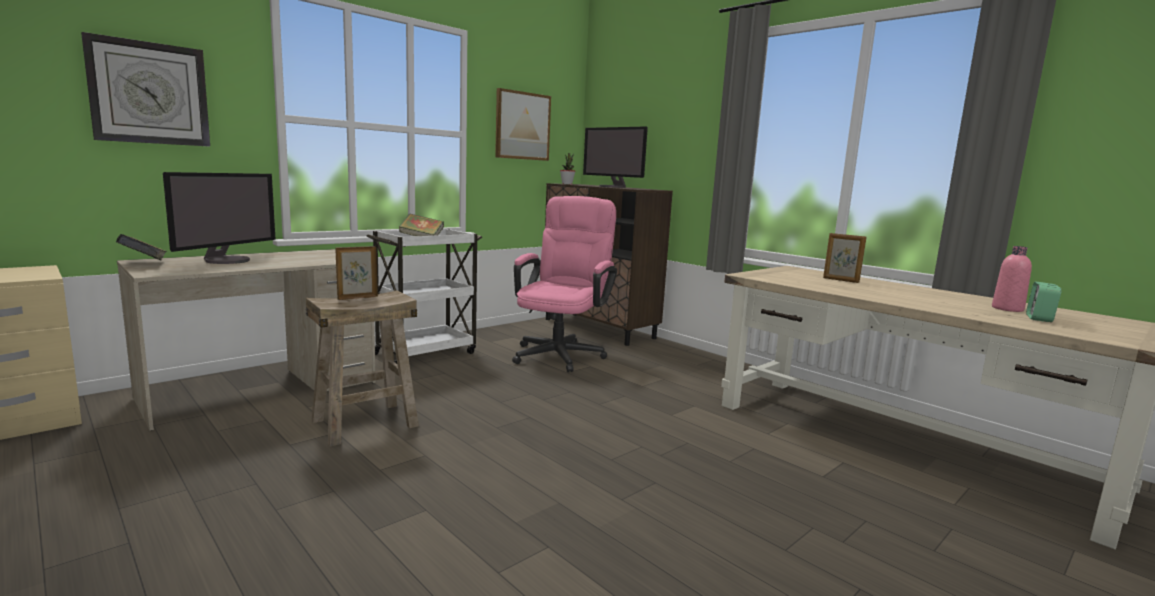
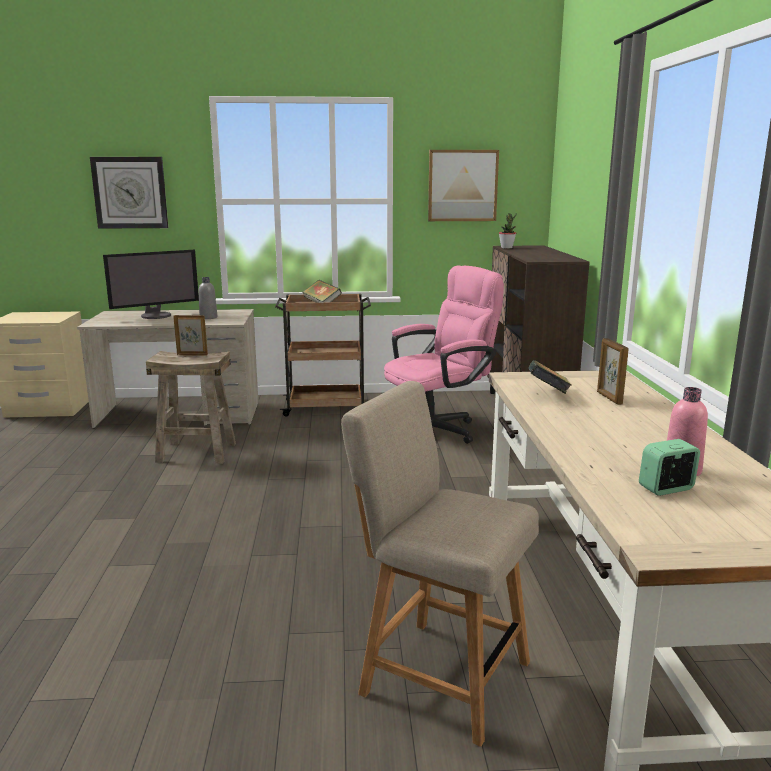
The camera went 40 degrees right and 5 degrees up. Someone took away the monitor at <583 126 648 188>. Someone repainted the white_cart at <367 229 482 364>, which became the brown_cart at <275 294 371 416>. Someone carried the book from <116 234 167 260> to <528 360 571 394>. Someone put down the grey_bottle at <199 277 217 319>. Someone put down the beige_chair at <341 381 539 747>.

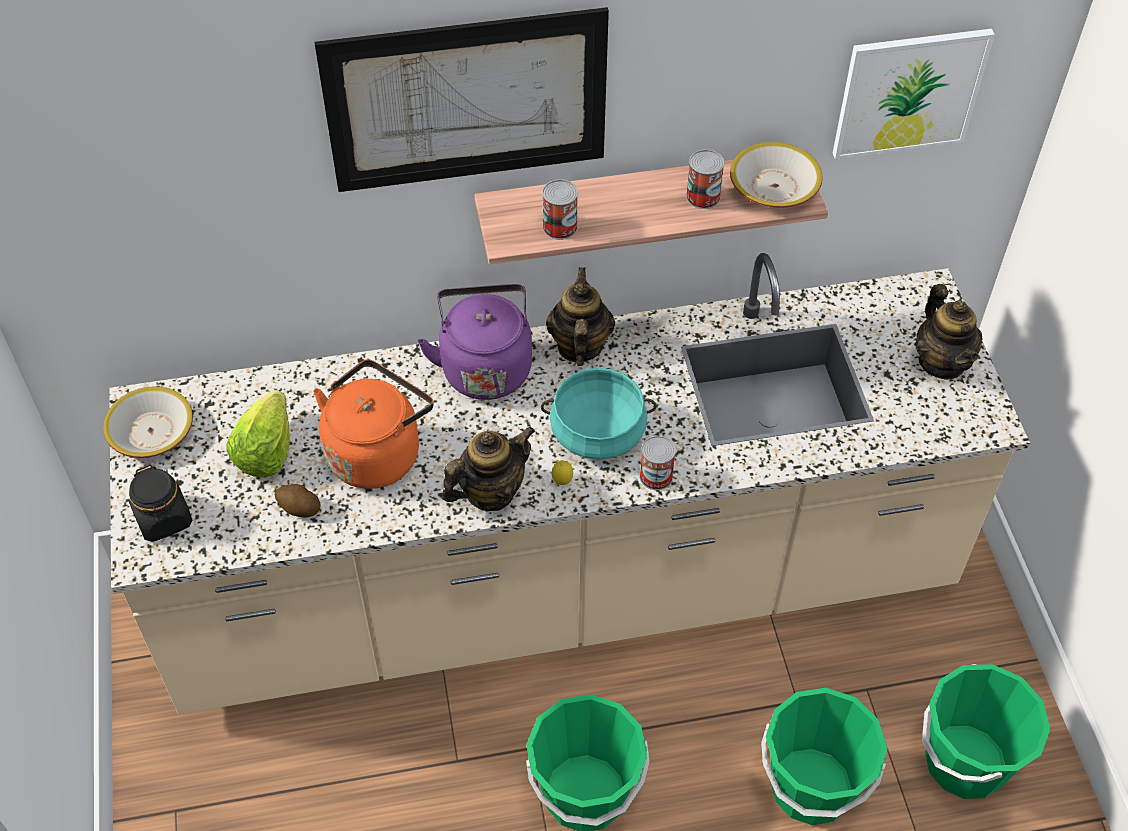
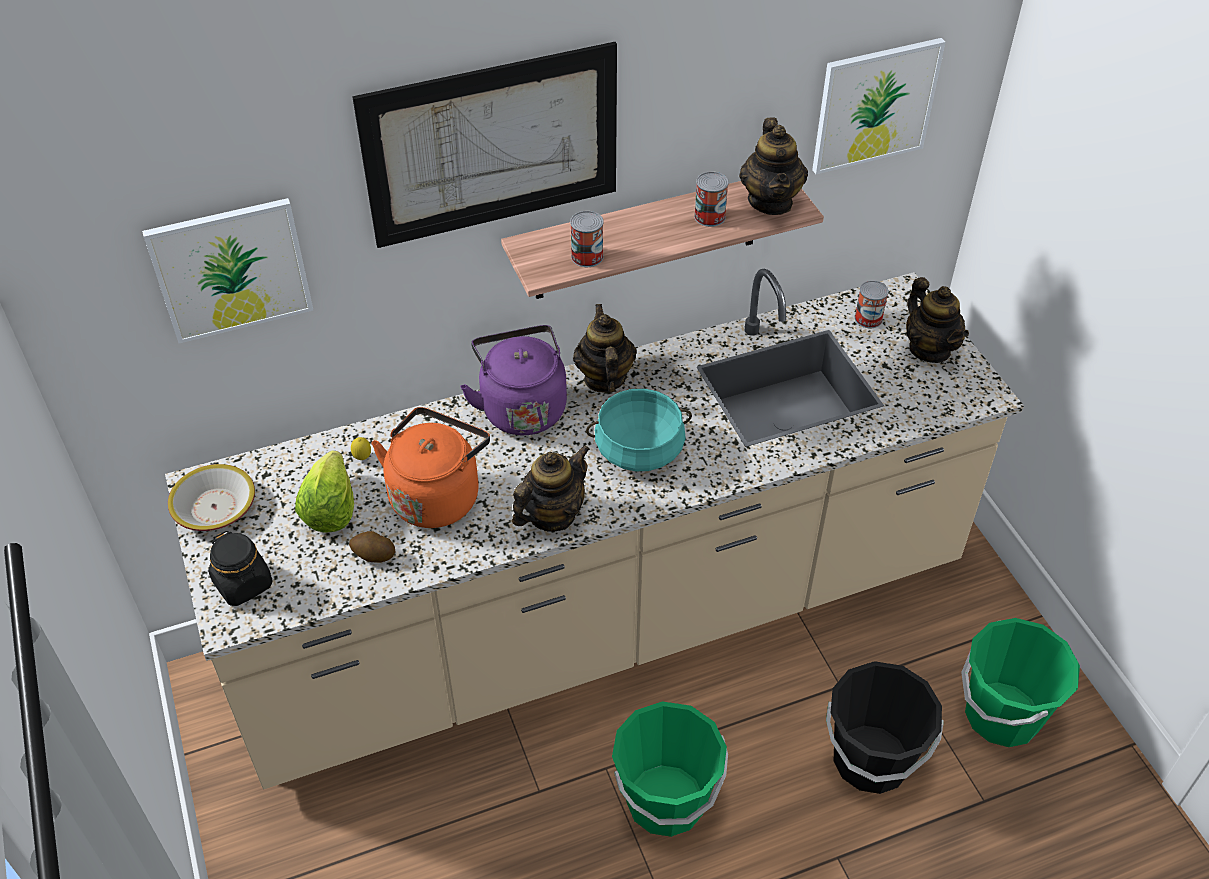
The camera went 10 degrees left and 5 degrees down. Someone swapped the bowl at <730 142 823 208> for the teapot at <739 117 808 215>. Someone carried the can from <639 436 676 490> to <854 280 889 329>. Someone carried the lemon from <552 461 573 485> to <351 437 371 460>. Someone repainted the green_bucket at <761 688 887 825>, which became the black_bucket at <826 661 944 794>. Someone put up the picture at <142 198 313 343>.

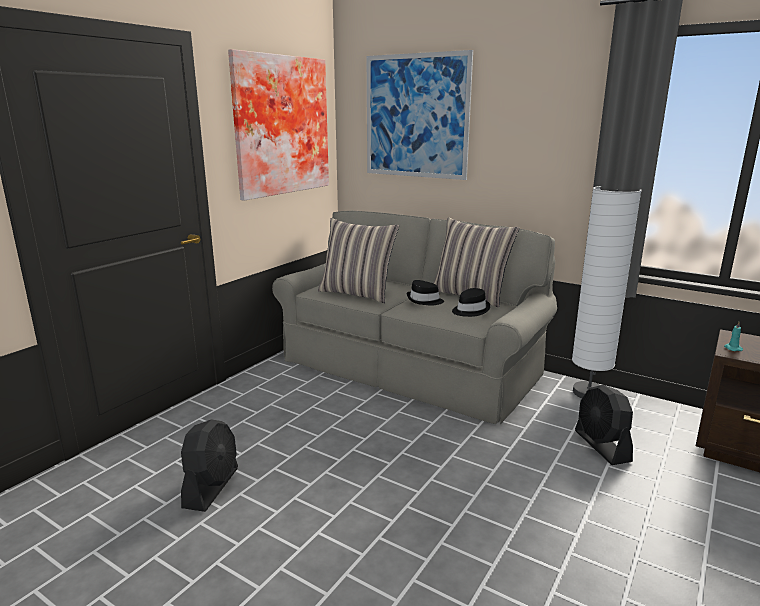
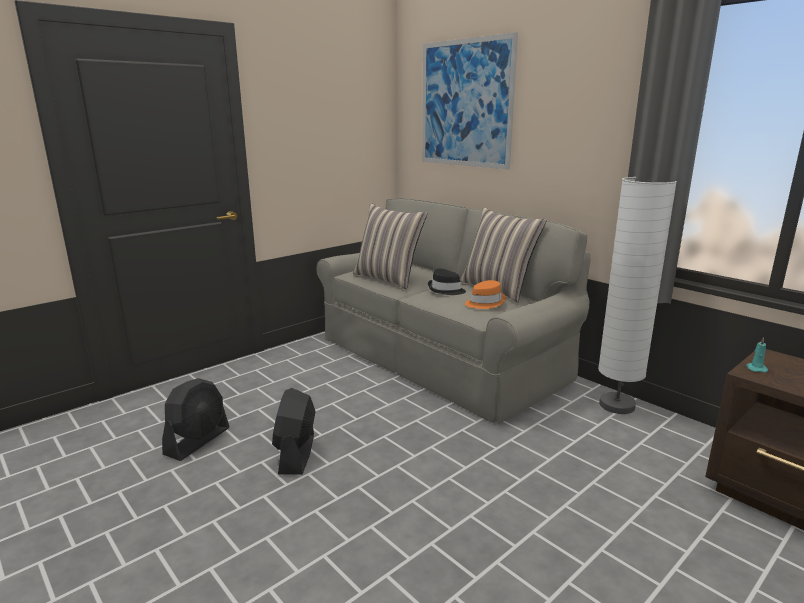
The camera went 15 degrees right and 0 degrees up. Someone took away the picture at <228 49 329 201>. Someone repainted the black_hat at <452 288 490 317>, which became the orange_hat at <465 280 506 309>. Someone carried the black_fan from <575 385 633 465> to <272 388 316 475>.

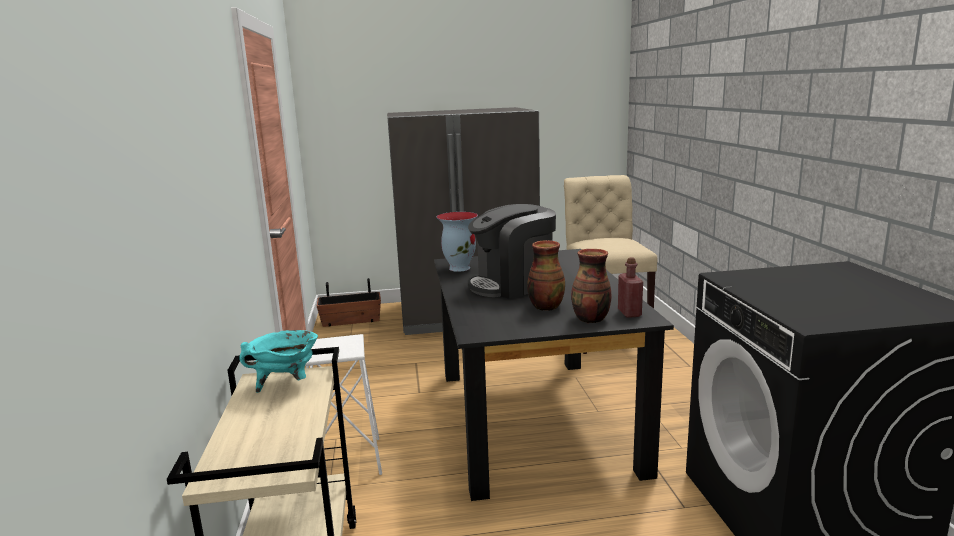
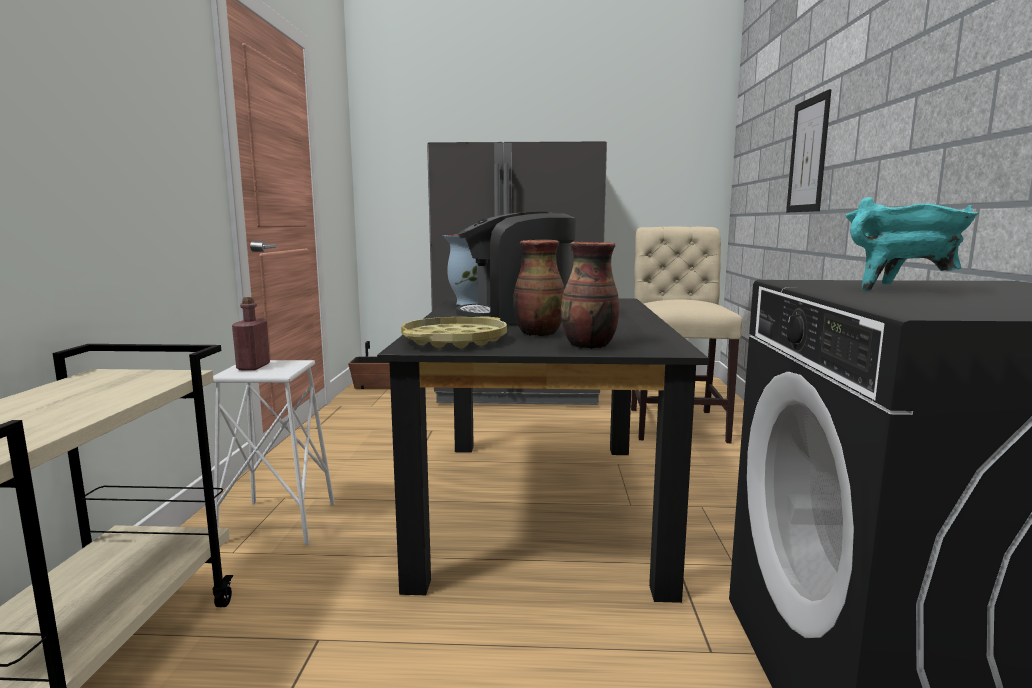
The camera went 10 degrees right and 5 degrees down. Someone carried the red_bottle from <618 257 643 318> to <232 297 270 371>. Someone carried the turquoise_cooking_pot from <240 330 318 393> to <845 197 979 291>. Someone put up the picture at <786 89 832 212>. Someone put down the yellow_tray at <401 316 507 348>.

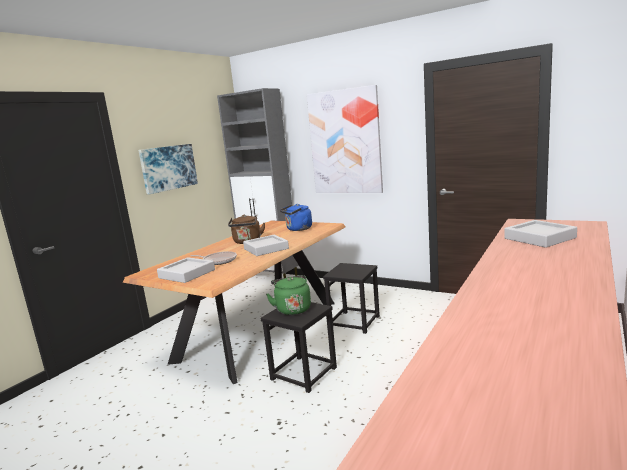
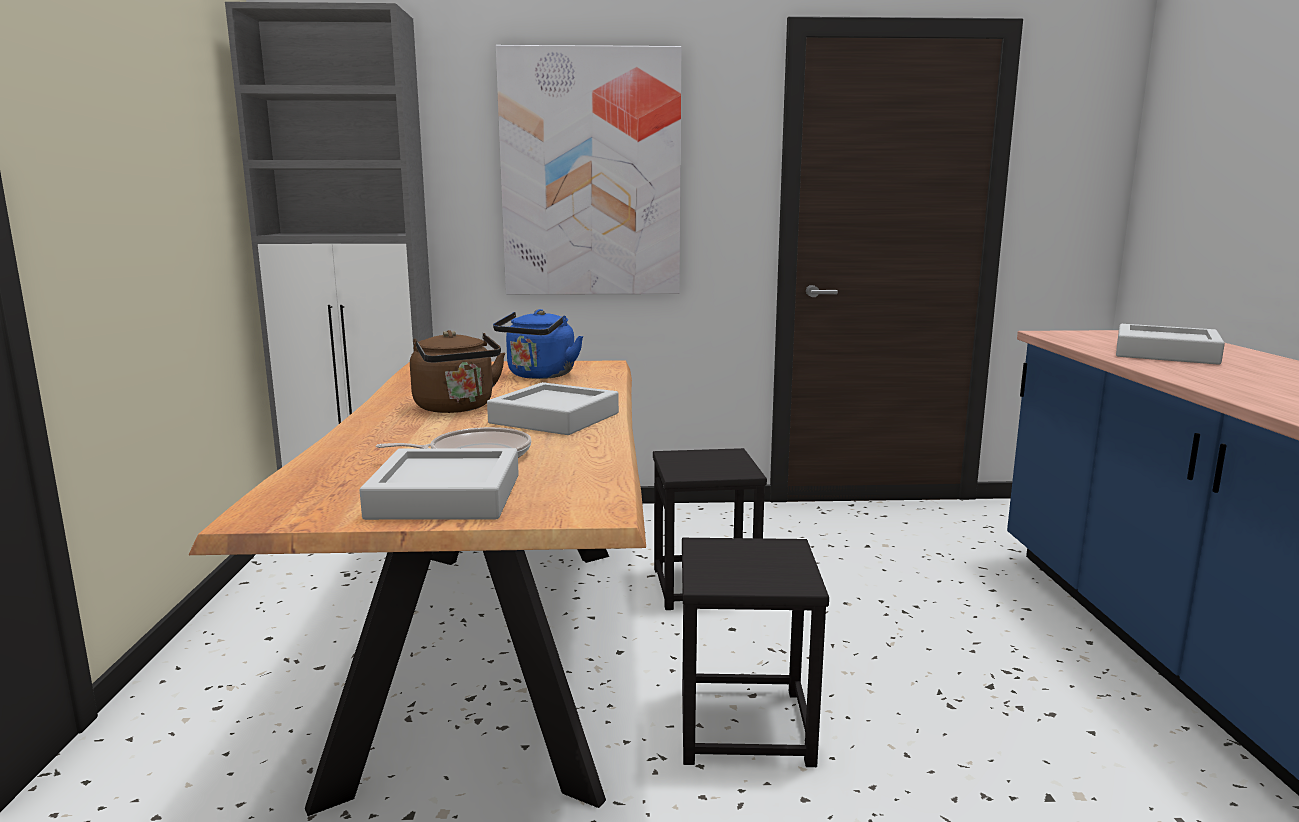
The camera went 35 degrees left and 0 degrees up. Someone took away the picture at <138 144 198 194>. Someone took away the green_kettle at <266 275 311 315>.

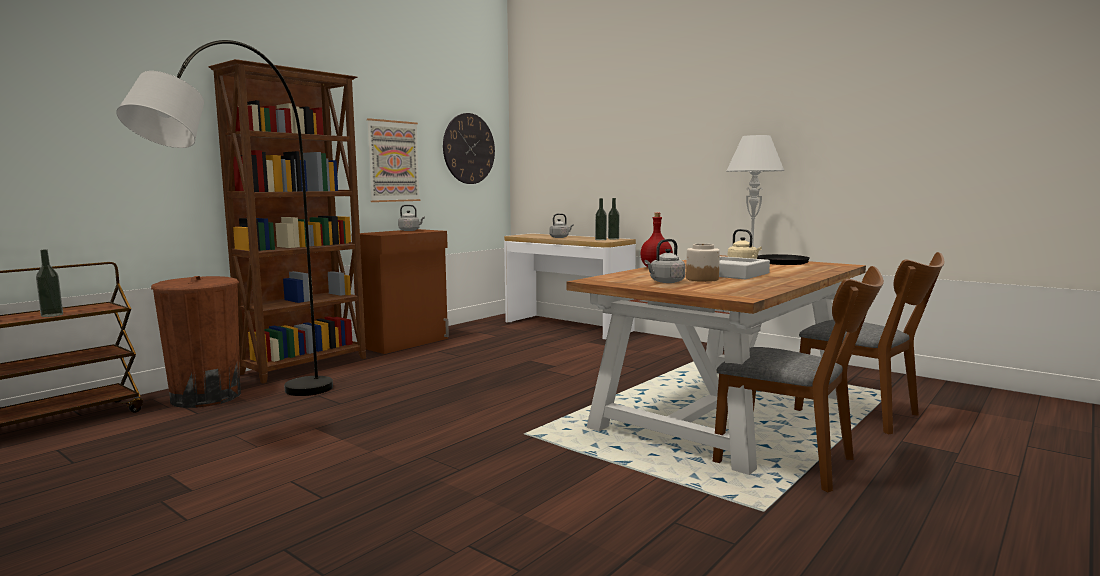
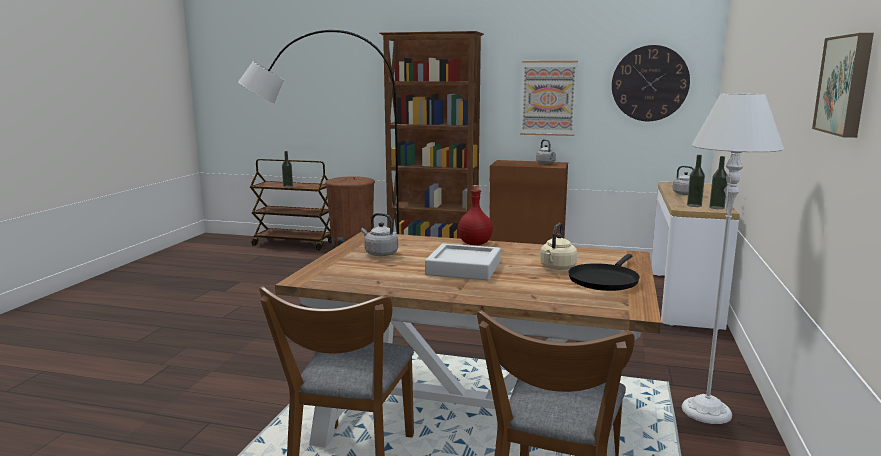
The camera went 65 degrees right and 5 degrees up. Someone took away the jar at <686 244 720 282>. Someone put up the picture at <812 33 874 138>.

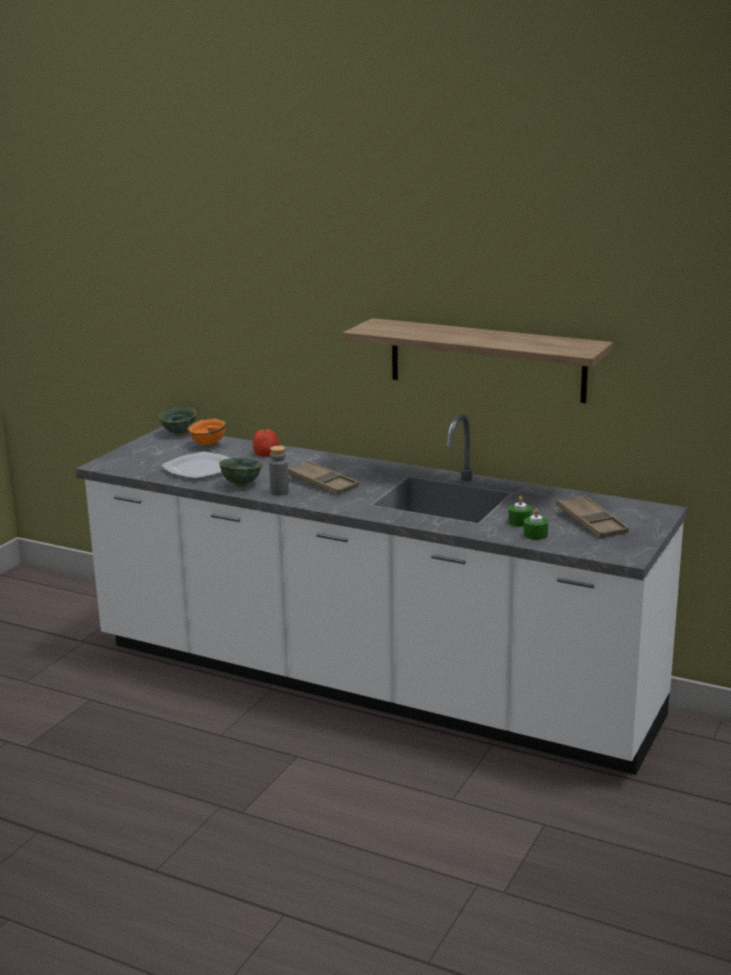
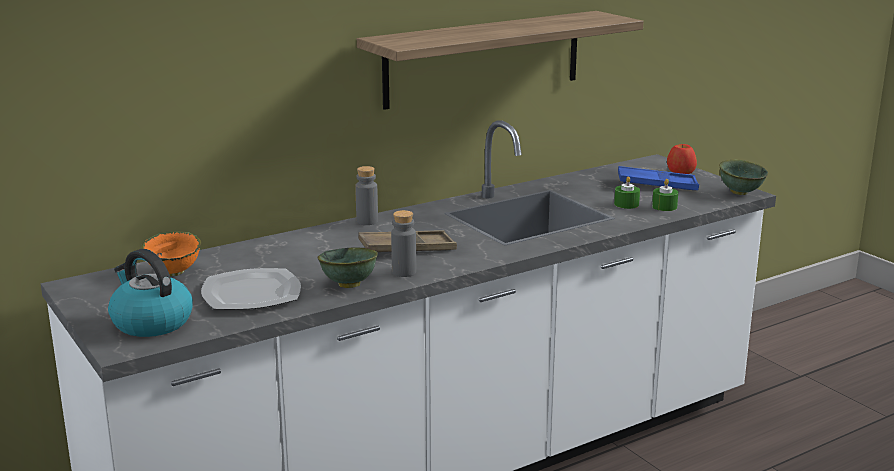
The camera went 60 degrees left and 0 degrees up. Someone carried the green_bowl from <159 407 197 436> to <719 159 768 195>. Someone carried the apple from <253 429 279 456> to <667 144 697 174>. Someone repainted the brown_tray at <556 495 629 538>, which became the blue_tray at <618 166 699 190>. Someone put down the grey_bottle at <355 166 378 225>. Someone put down the kettle at <108 249 193 337>.

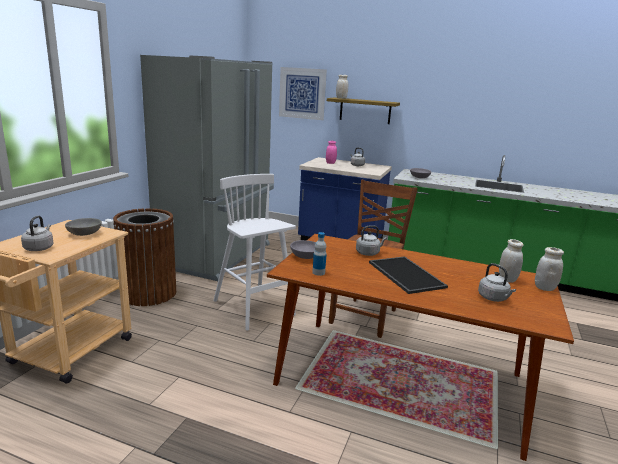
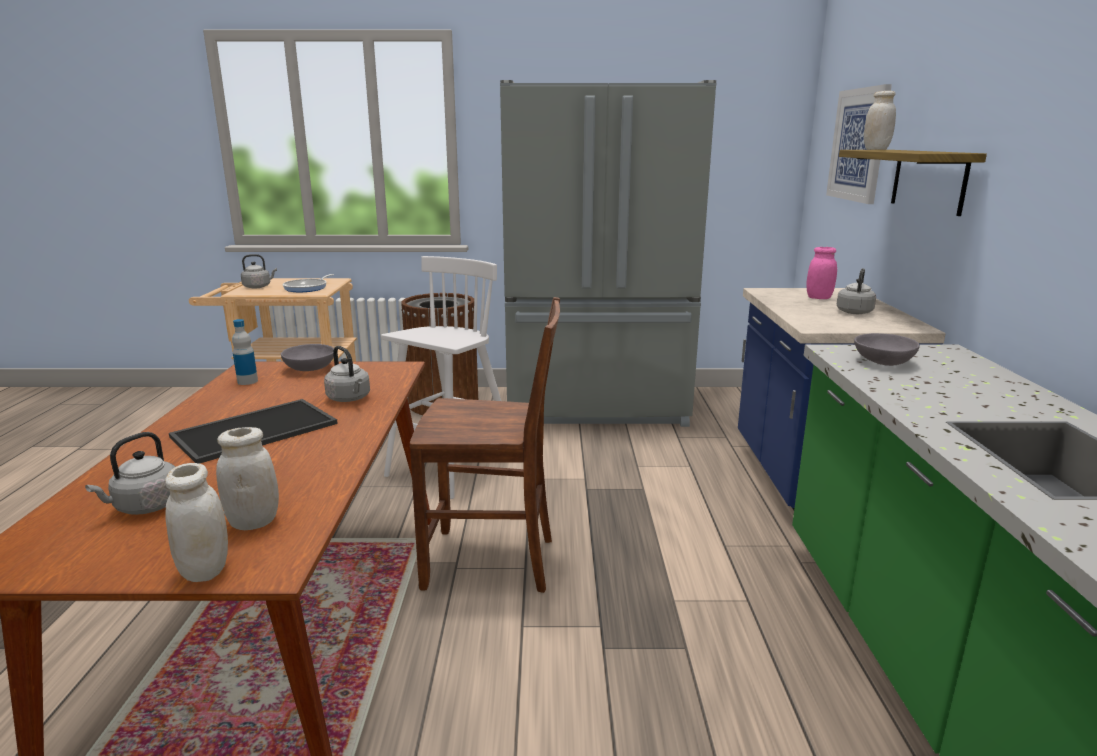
The camera went 70 degrees right and 0 degrees up. Someone swapped the grey_bowl at <65 218 102 236> for the frying_pan at <282 274 334 292>.

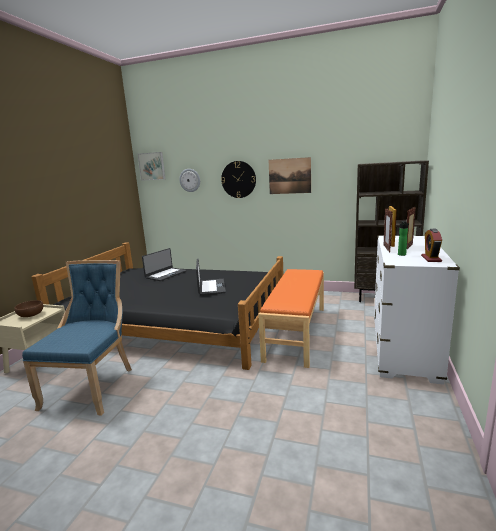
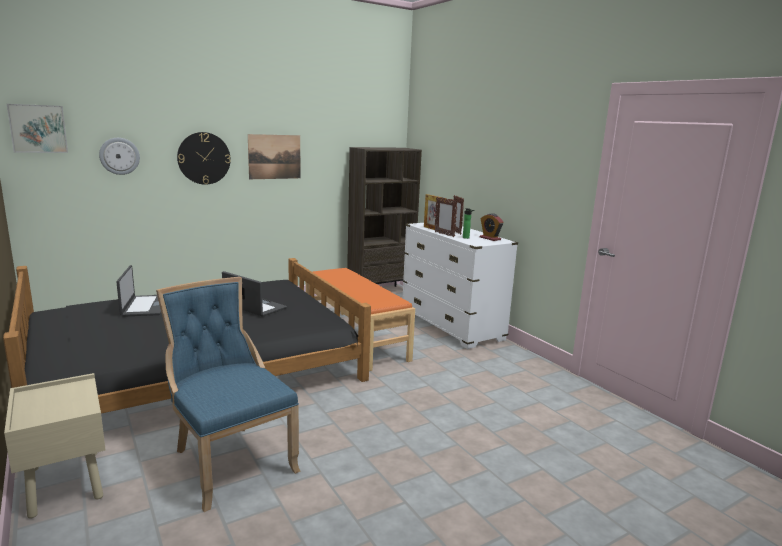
The camera went 50 degrees left and 0 degrees up. Someone took away the brown_bowl at <15 300 44 317>.

